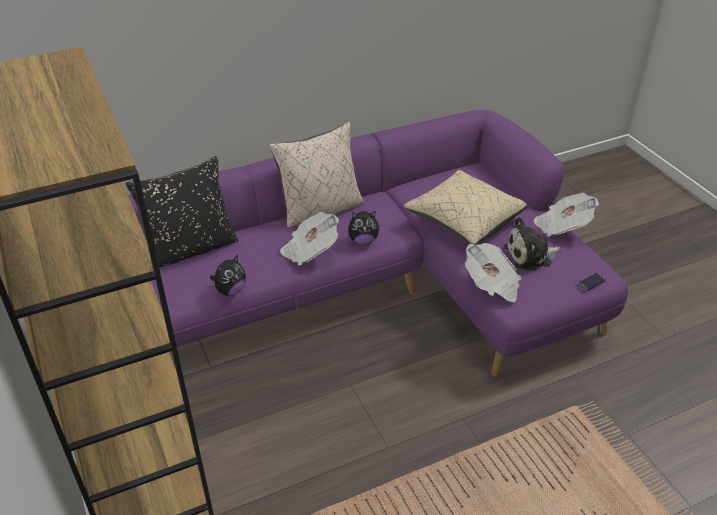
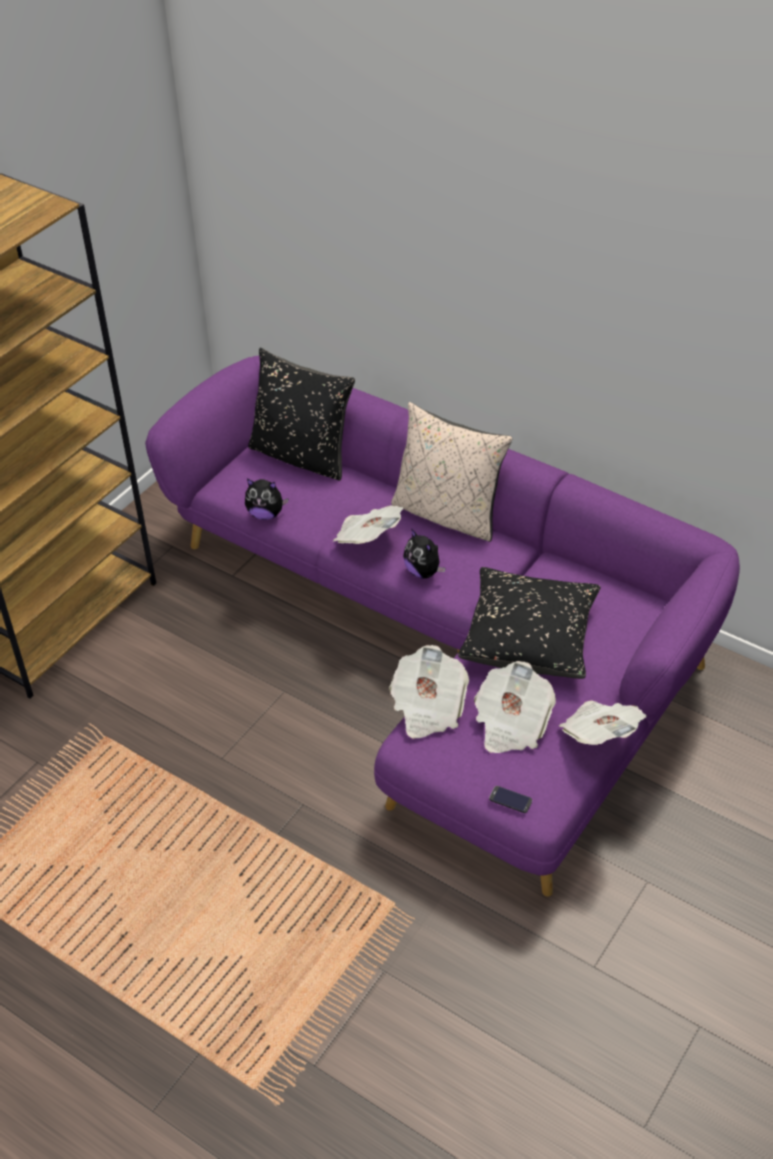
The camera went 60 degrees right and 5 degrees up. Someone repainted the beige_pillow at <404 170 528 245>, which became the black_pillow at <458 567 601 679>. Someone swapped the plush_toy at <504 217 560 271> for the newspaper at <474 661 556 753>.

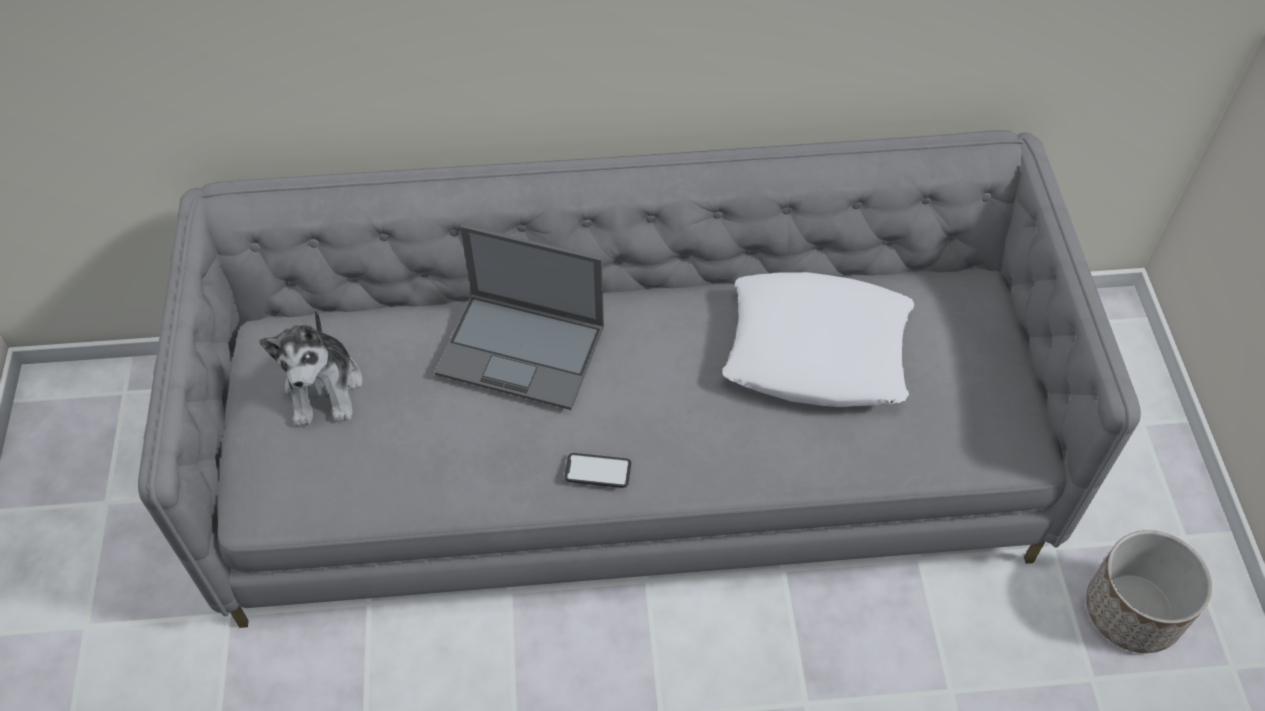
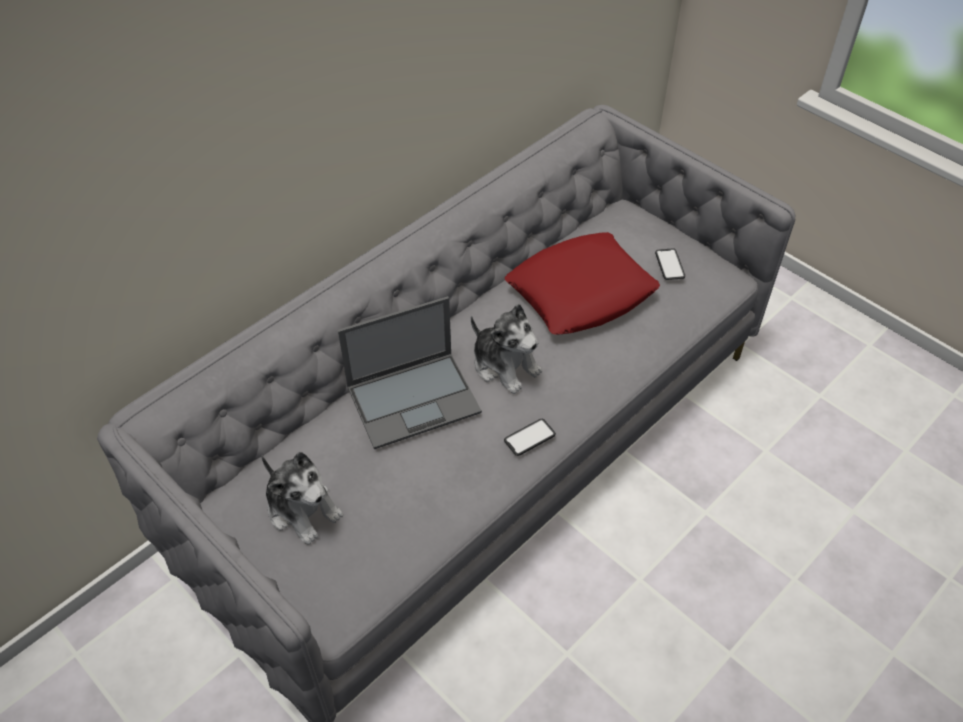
The camera went 40 degrees left and 5 degrees down. Someone repainted the white_pillow at <723 272 914 407>, which became the red_pillow at <505 232 660 335>. Someone took away the planter at <1086 530 1212 653>. Someone put down the phone at <655 248 685 280>. Someone put down the plush_toy at <471 304 542 394>.

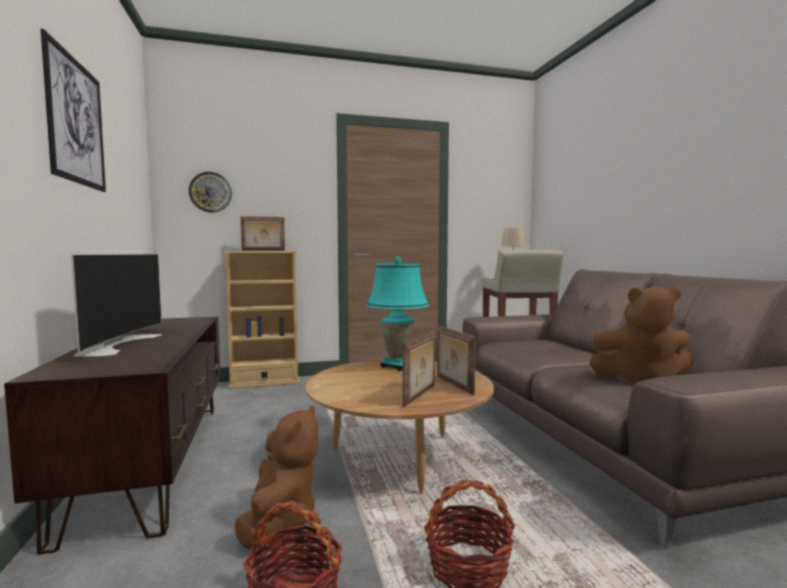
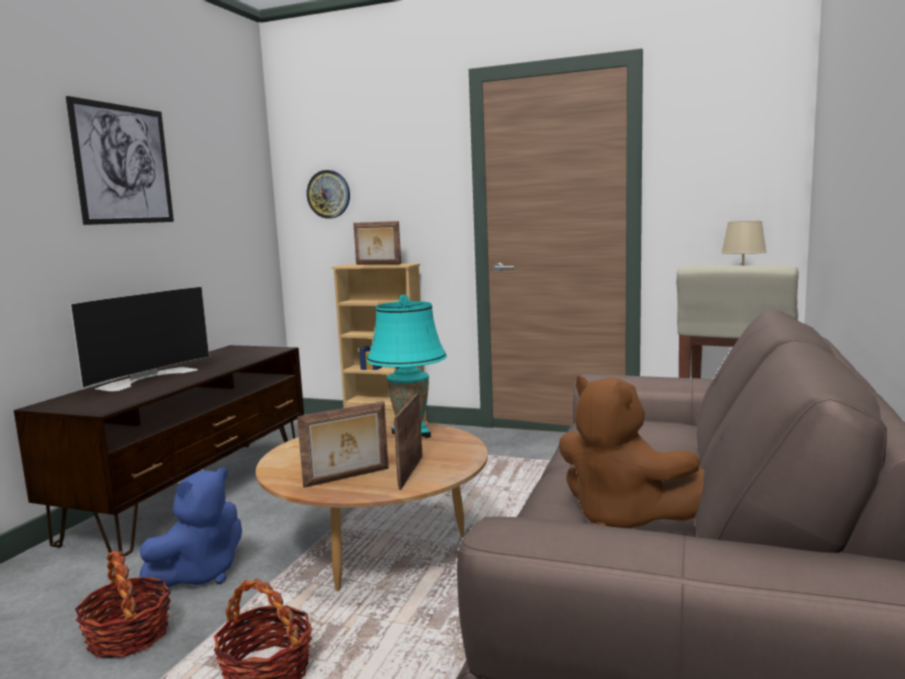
The camera went 35 degrees right and 5 degrees up. Someone repainted the brown_plush_toy at <235 405 319 549>, which became the blue_plush_toy at <140 467 242 587>.

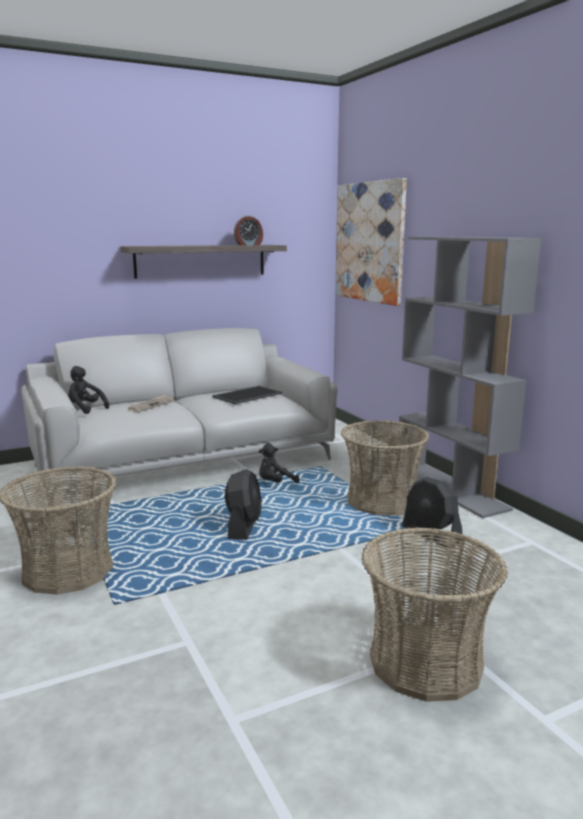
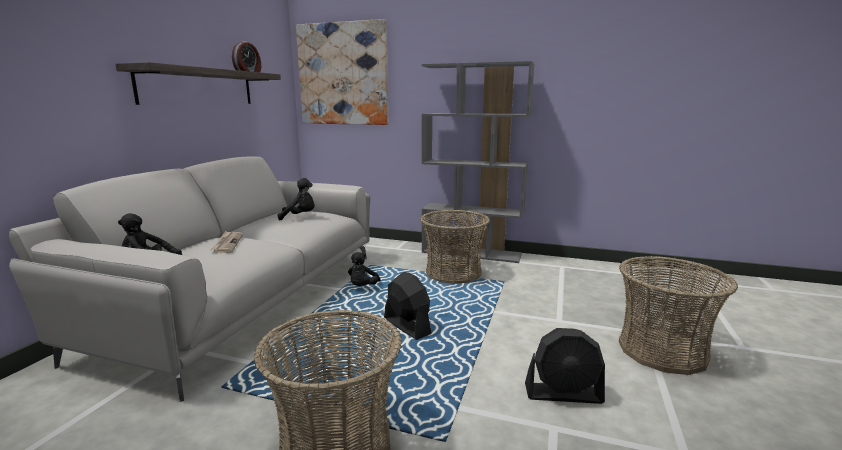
The camera went 45 degrees left and 0 degrees up. Someone swapped the tray at <212 386 282 404> for the black_plush_toy at <277 178 315 220>. Someone carried the black_fan from <402 477 462 548> to <525 328 605 404>.

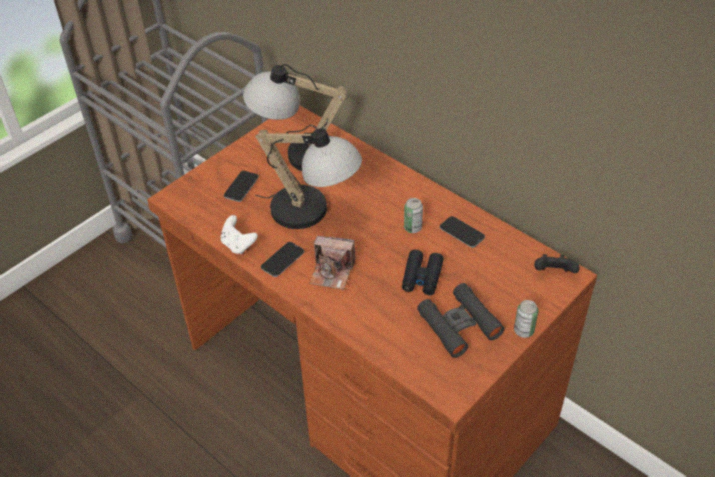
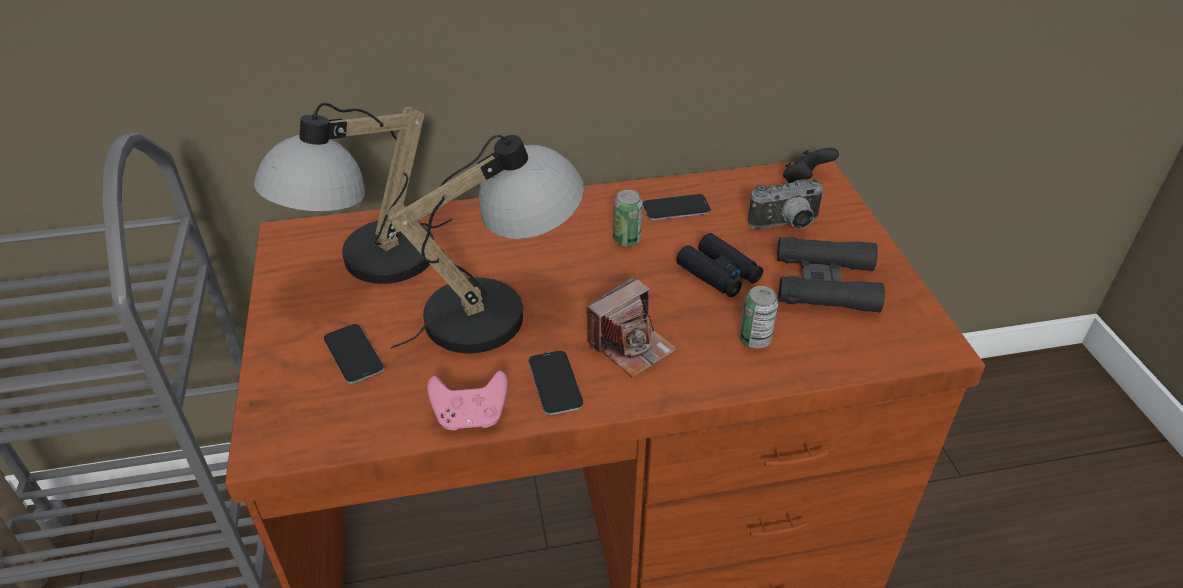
The camera went 55 degrees left and 5 degrees down. Someone repainted the white_game_controller at <220 215 258 254>, which became the pink_game_controller at <427 371 508 430>. Someone carried the can from <514 300 538 338> to <739 286 778 349>. Someone put down the photo_camera at <748 179 825 229>.

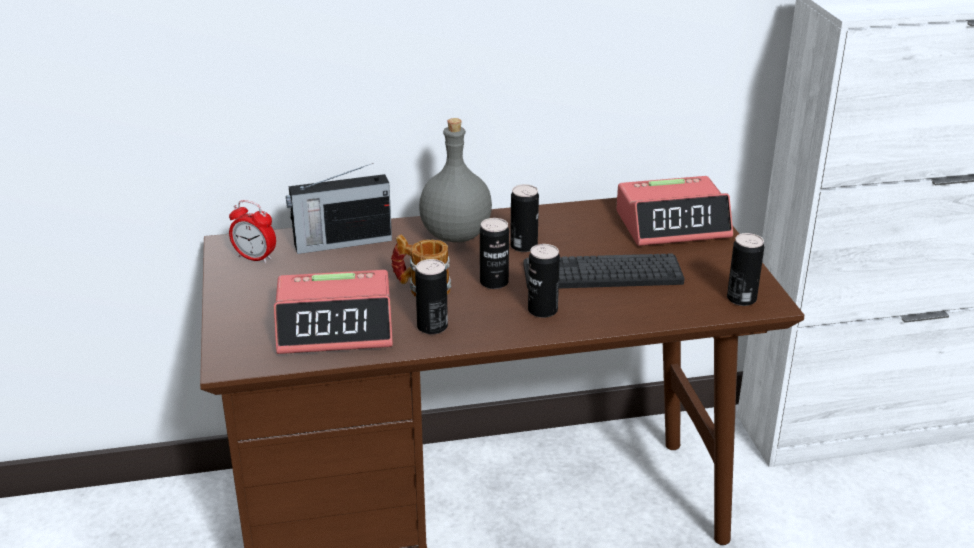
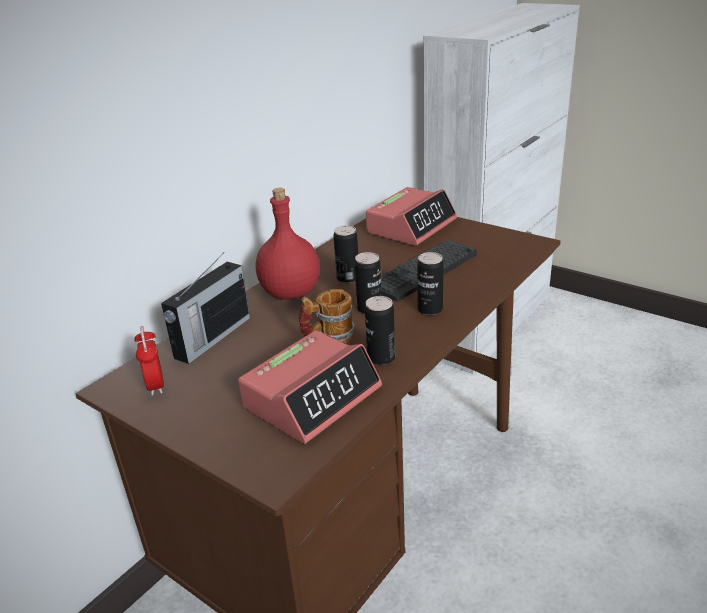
The camera went 40 degrees left and 0 degrees up. Someone repainted the grey_bottle at <419 118 492 242>, which became the red_bottle at <256 188 320 300>. Someone rotated the alarm_clock at <229 200 276 263> by 90 degrees clockwise. Someone took away the can at <727 233 764 306>.

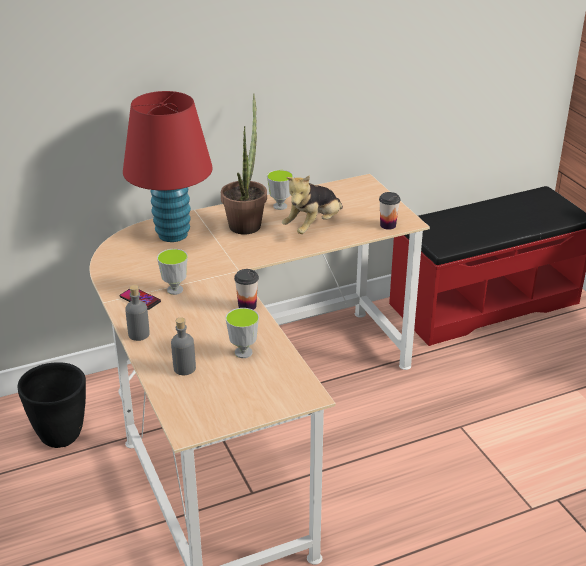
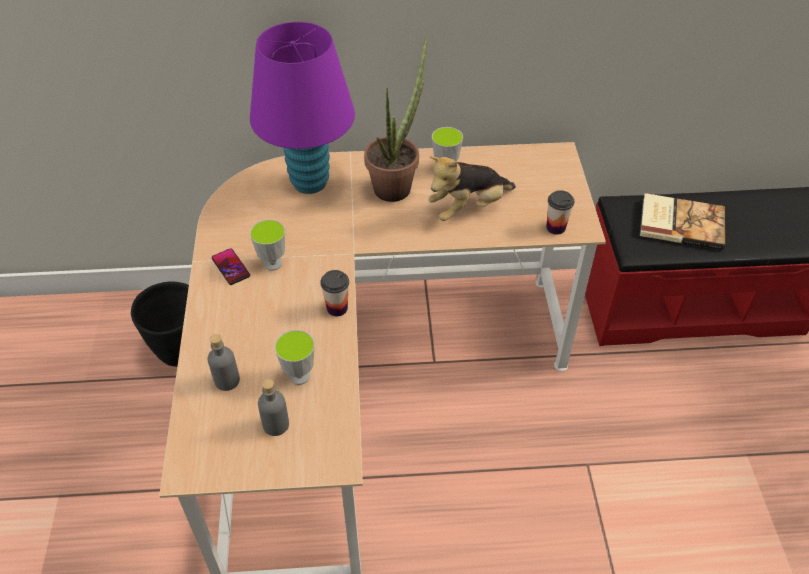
The camera went 20 degrees right and 15 degrees up. Someone repainted the red_table_lamp at <123 91 213 242>, which became the purple_table_lamp at <250 22 355 194>. Someone carried the grey_bottle from <125 285 150 341> to <258 379 289 436>. Someone put down the book at <640 193 725 250>.

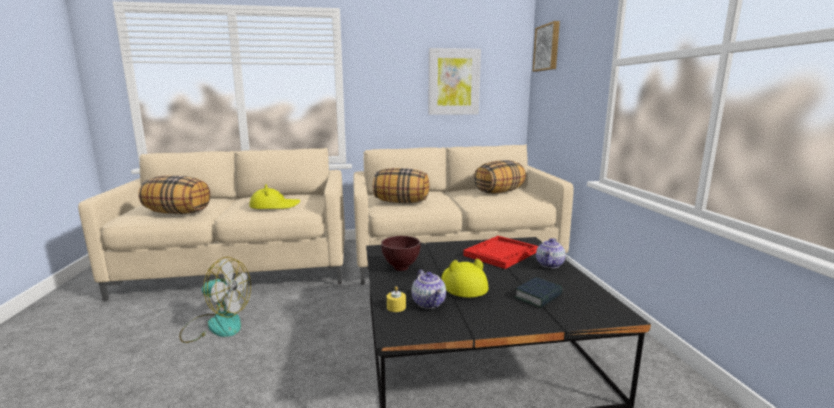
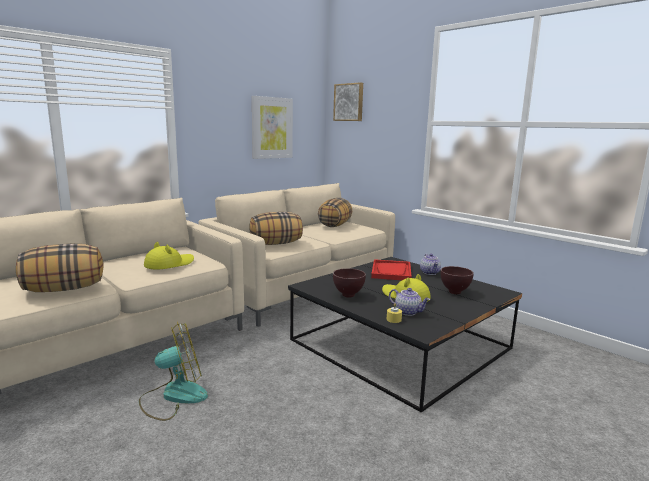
The camera went 35 degrees left and 0 degrees up. Someone swapped the book at <514 277 562 308> for the brown_bowl at <441 266 474 294>.

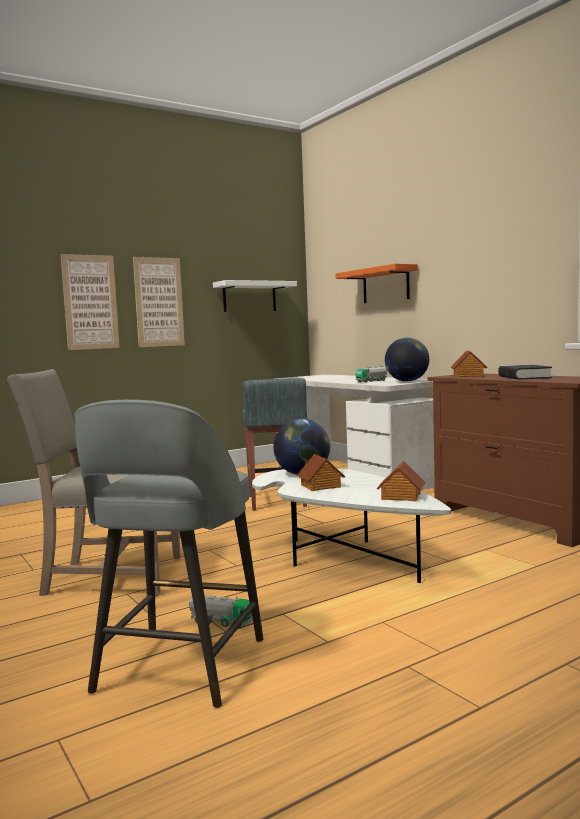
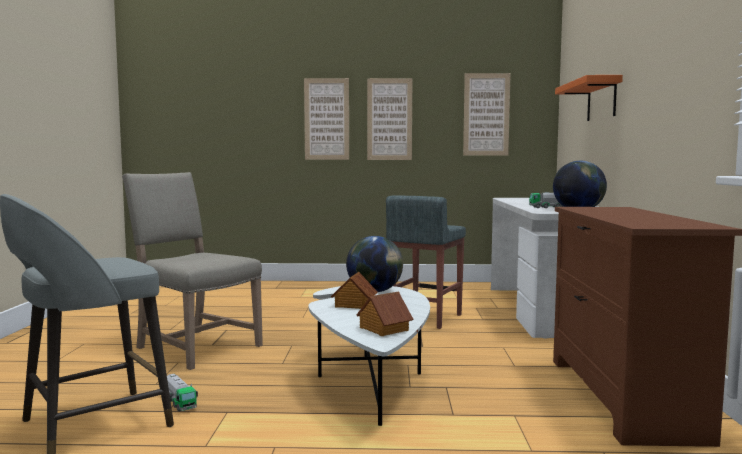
The camera went 35 degrees right and 0 degrees up. Someone swapped the white_shelf at <213 280 297 312> for the picture at <463 73 511 155>. Someone took away the toy_house at <451 351 488 377>. Someone took away the black_book at <499 365 552 380>.

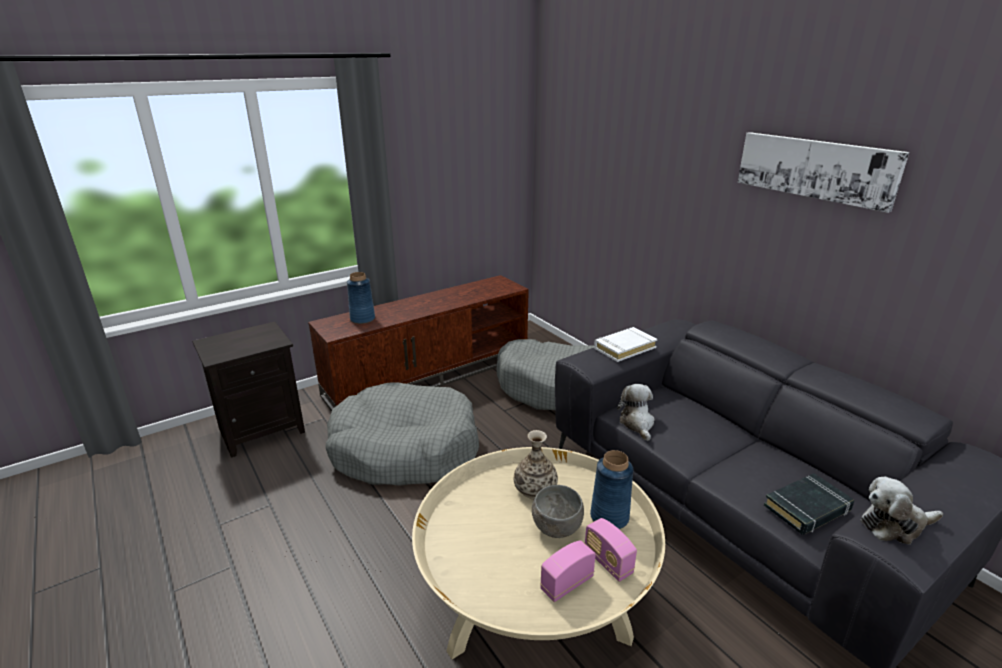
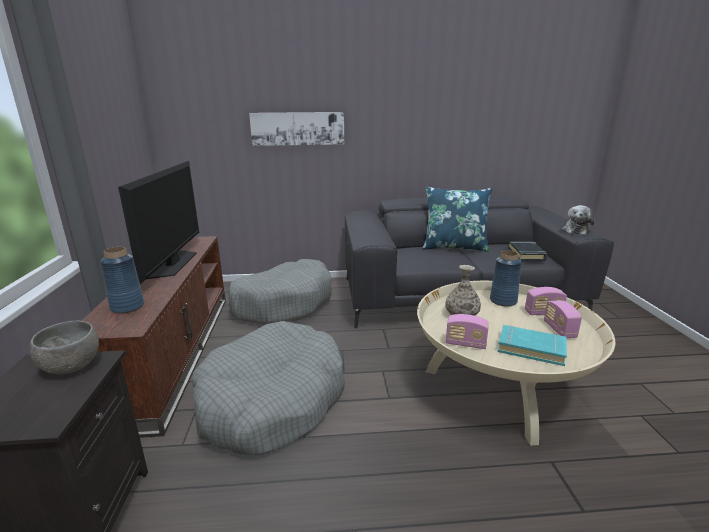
The camera went 60 degrees left and 5 degrees down. Someone carried the picture from <738 132 909 213> to <249 112 344 146>. Someone took away the white_book at <594 327 657 362>. Someone took away the plush_toy at <617 384 655 441>. Someone carried the grey_bowl from <532 485 584 538> to <29 321 99 374>. Someone put down the television at <118 161 199 284>. Someone put down the blue_pillow at <422 187 493 252>. Someone put down the radio at <446 314 489 349>. Someone put down the turquoise_book at <498 325 567 366>.

